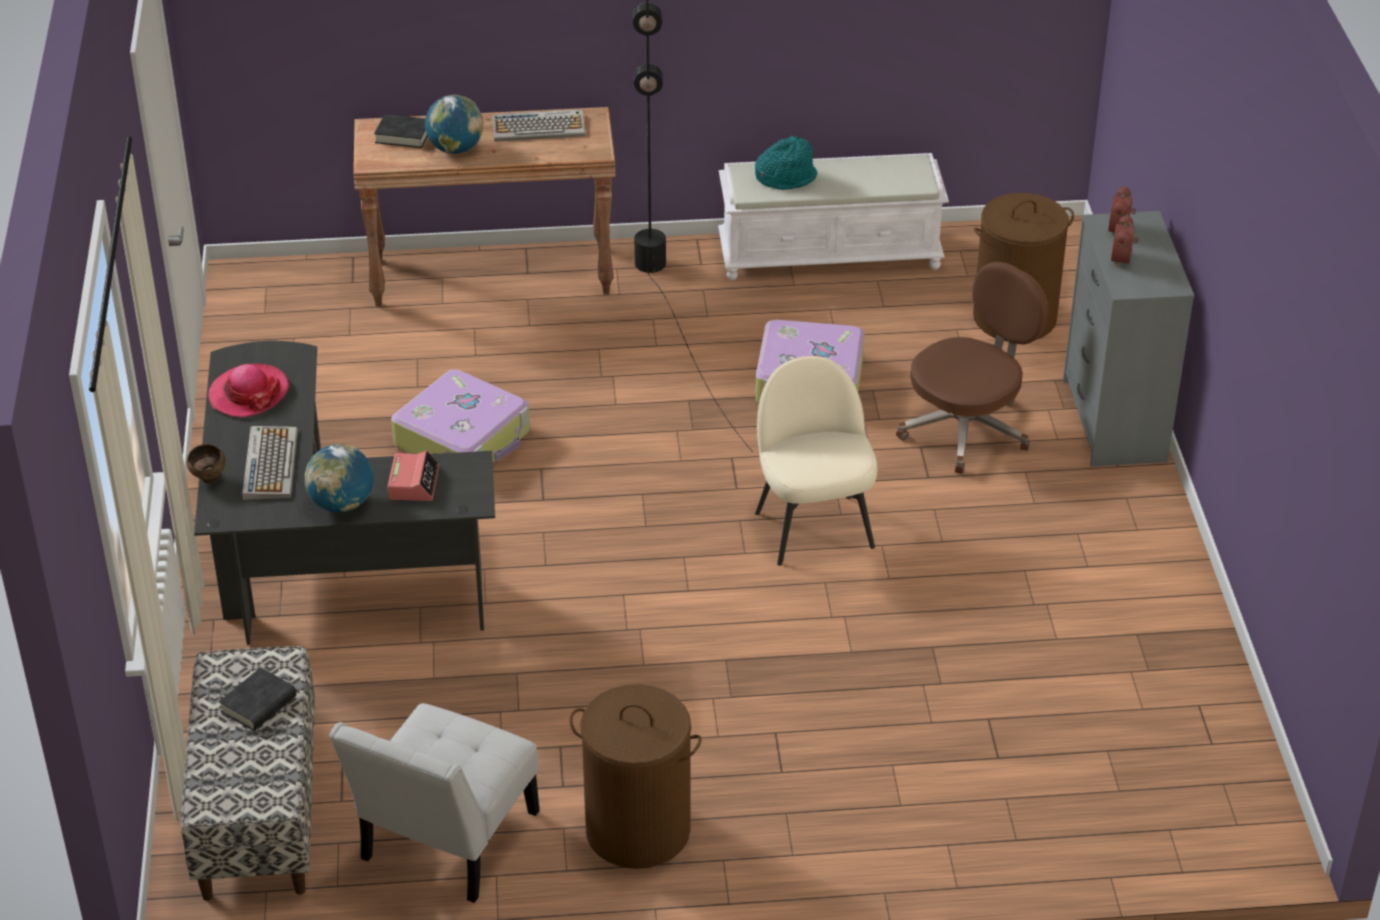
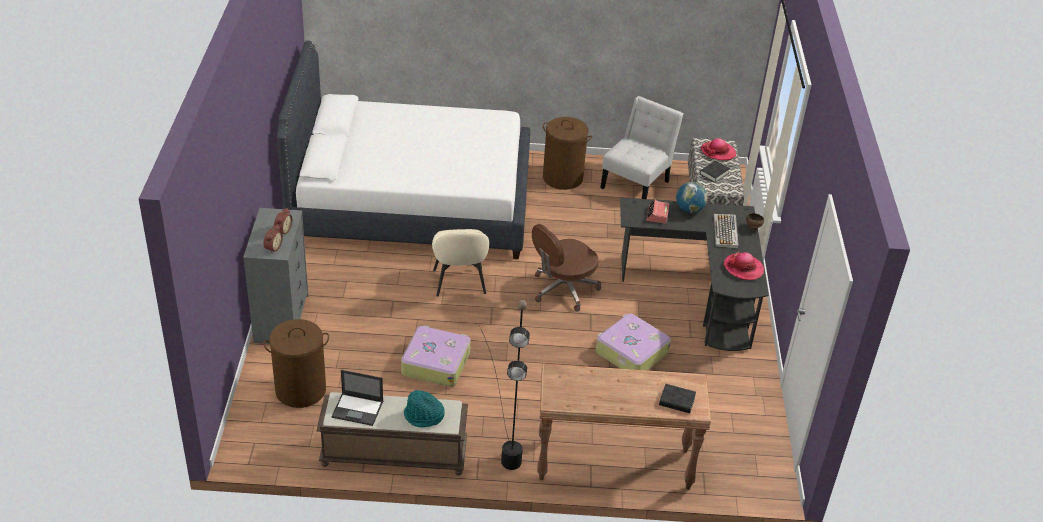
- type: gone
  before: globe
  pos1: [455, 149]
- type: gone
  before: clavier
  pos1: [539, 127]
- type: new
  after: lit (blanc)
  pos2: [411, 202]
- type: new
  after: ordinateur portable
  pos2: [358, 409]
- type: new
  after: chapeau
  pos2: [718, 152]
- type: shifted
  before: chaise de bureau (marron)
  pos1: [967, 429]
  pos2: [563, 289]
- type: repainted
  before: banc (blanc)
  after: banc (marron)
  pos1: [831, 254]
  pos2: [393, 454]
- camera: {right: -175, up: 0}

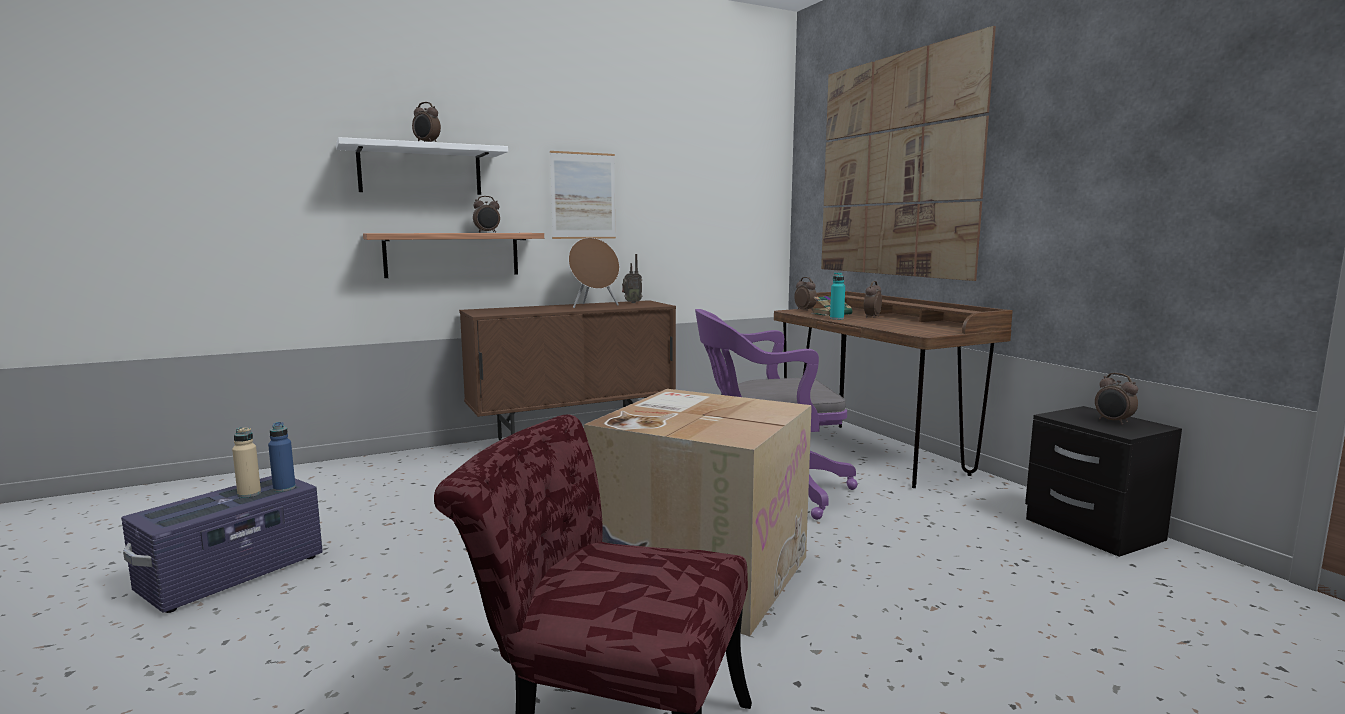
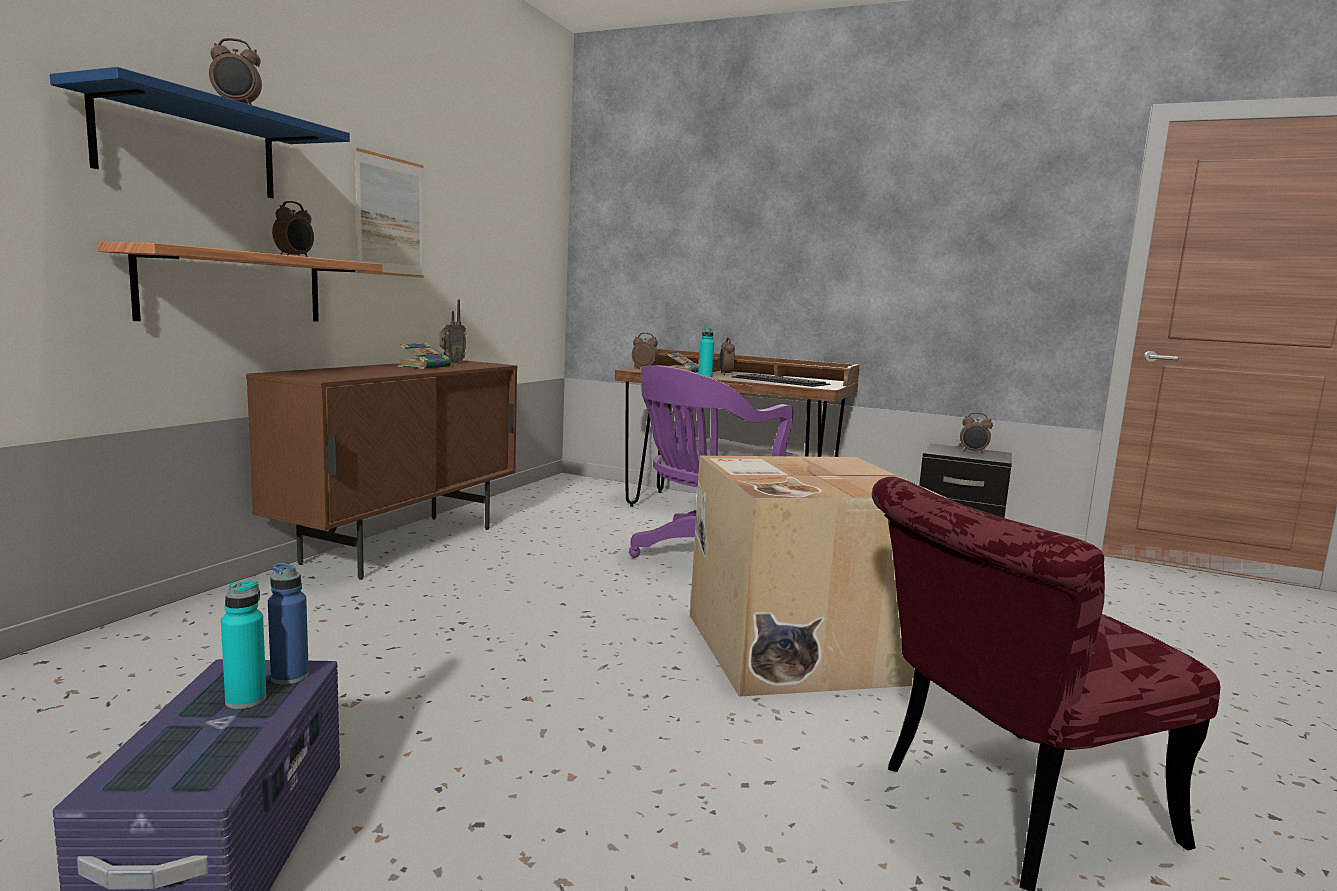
- type: gone
  before: tableau
  pos1: [896, 167]
- type: new
  after: clavier
  pos2: [781, 381]
- type: swapped
  before: enceinte (marron)
  after: livre
  pos1: [594, 306]
  pos2: [425, 366]
- type: repainted
  before: bouteille (beige)
  after: bouteille (turquoise)
  pos1: [249, 494]
  pos2: [246, 700]
- type: repainted
  before: étagère (blanc)
  after: étagère (bleu)
  pos1: [420, 170]
  pos2: [188, 147]
- camera: {right: -40, up: 0}

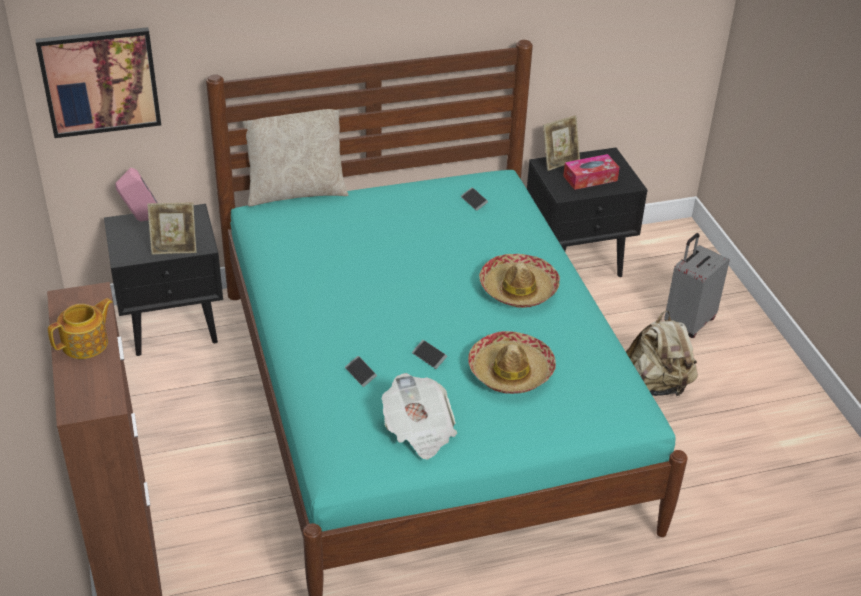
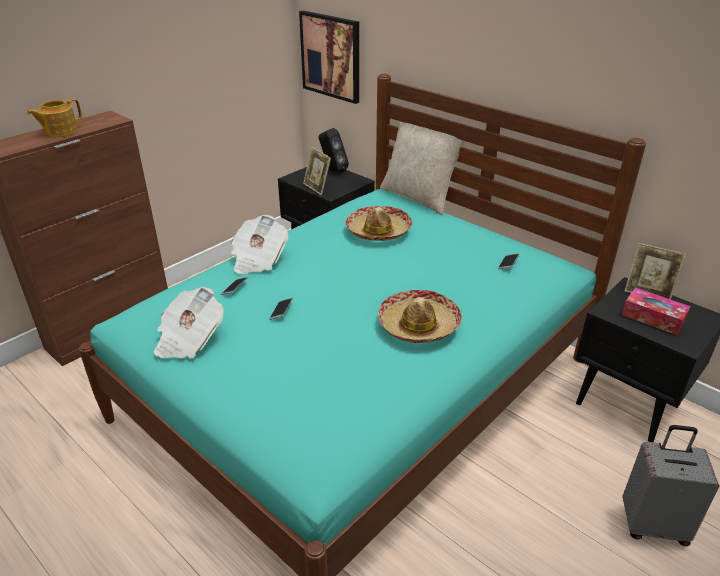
- type: gone
  before: sac à dos (beige)
  pos1: [655, 385]
- type: new
  after: journal
  pos2: [258, 259]
- type: shifted
  before: chapeau
  pos1: [510, 371]
  pos2: [378, 231]
- type: repainted
  before: enceinte (rose)
  after: enceinte (noir)
  pos1: [142, 220]
  pos2: [332, 170]
- type: rotated
  before: théière
  pos1: [86, 344]
  pos2: [60, 132]
  turn: 120
- camera: {right: 60, up: -5}

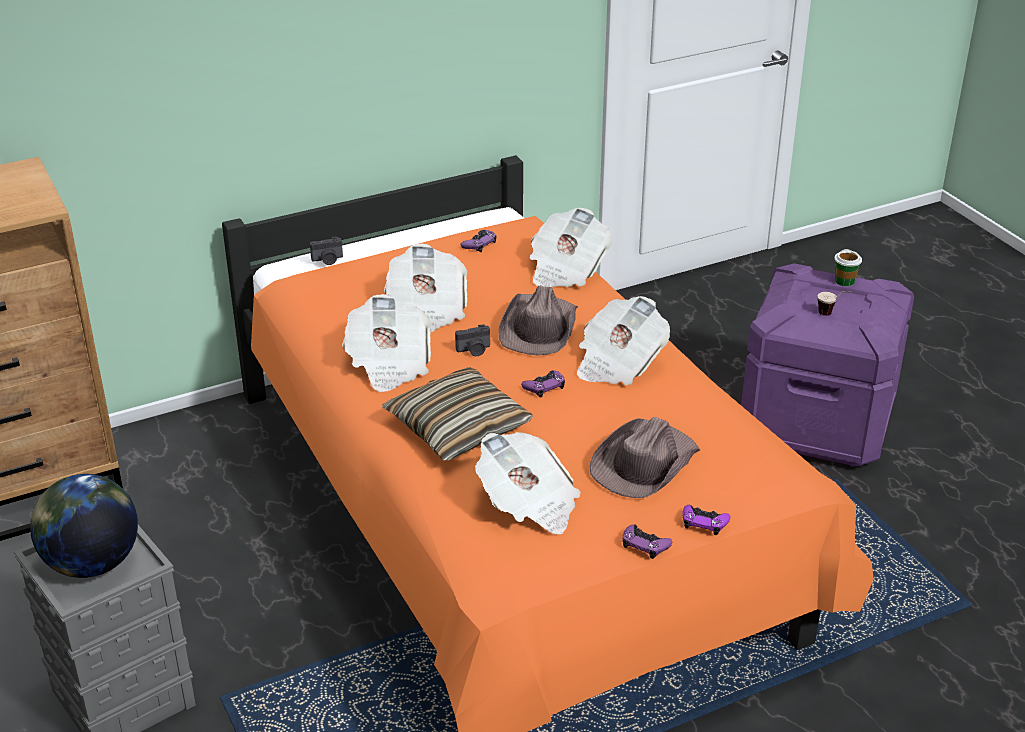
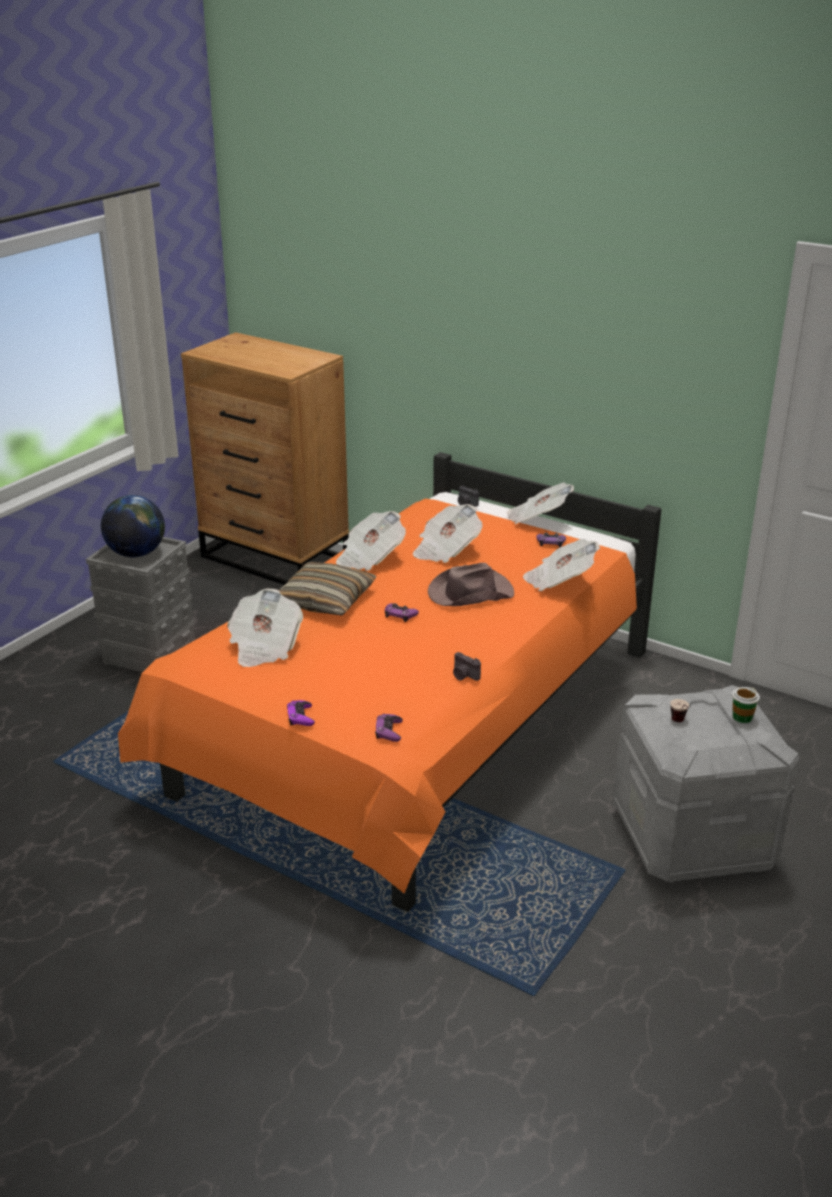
- type: gone
  before: chapeau (marron)
  pos1: [644, 464]
- type: shifted
  before: appareil photo
  pos1: [474, 350]
  pos2: [464, 676]
- type: shifted
  before: journal
  pos1: [618, 363]
  pos2: [537, 519]
- type: shifted
  before: manette (violet)
  pos1: [645, 544]
  pos2: [389, 731]
- type: repainted
  before: boîte de rangement (violet)
  after: boîte de rangement (gris)
  pos1: [817, 422]
  pos2: [693, 838]
- camera: {right: 60, up: -5}

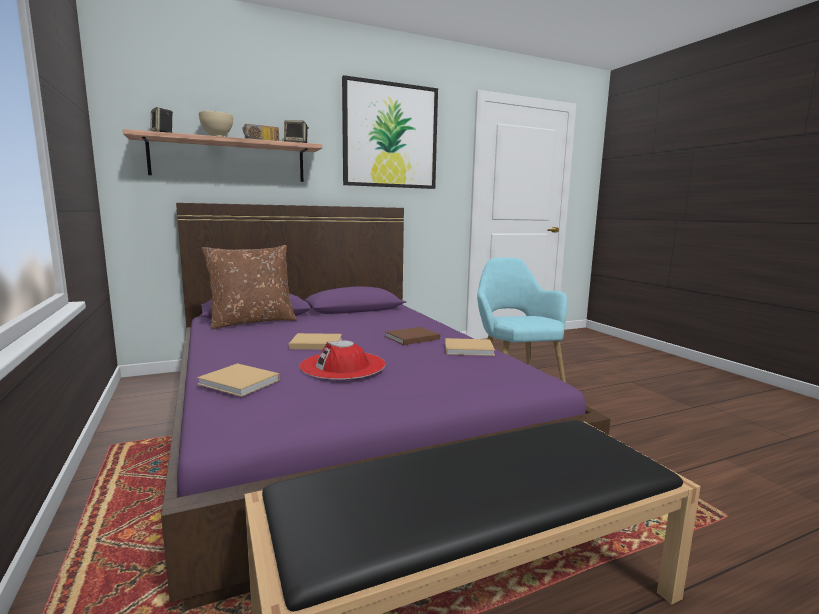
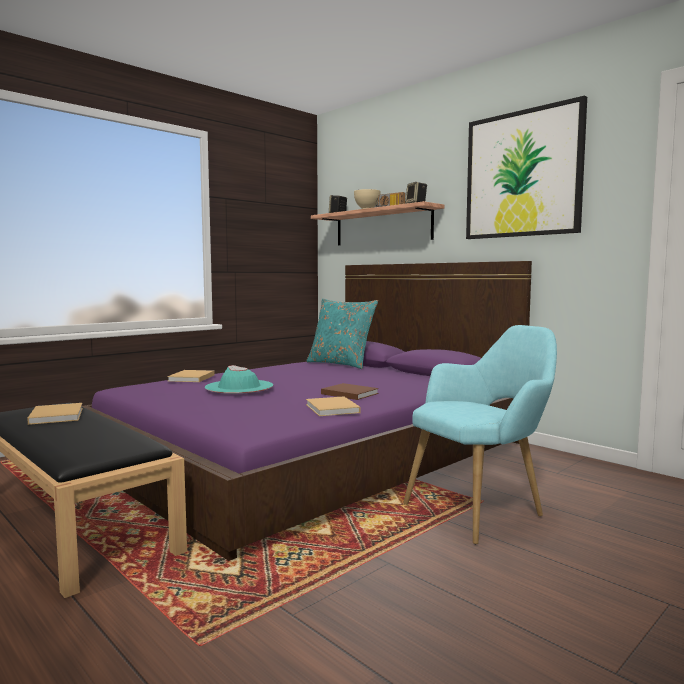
- type: shifted
  before: livre (beige)
  pos1: [314, 343]
  pos2: [57, 415]
- type: repainted
  before: coussin (marron)
  after: coussin (turquoise)
  pos1: [252, 322]
  pos2: [341, 364]
- type: repainted
  before: chapeau (rouge)
  after: chapeau (turquoise)
  pos1: [343, 365]
  pos2: [239, 387]
- camera: {right: 70, up: -5}

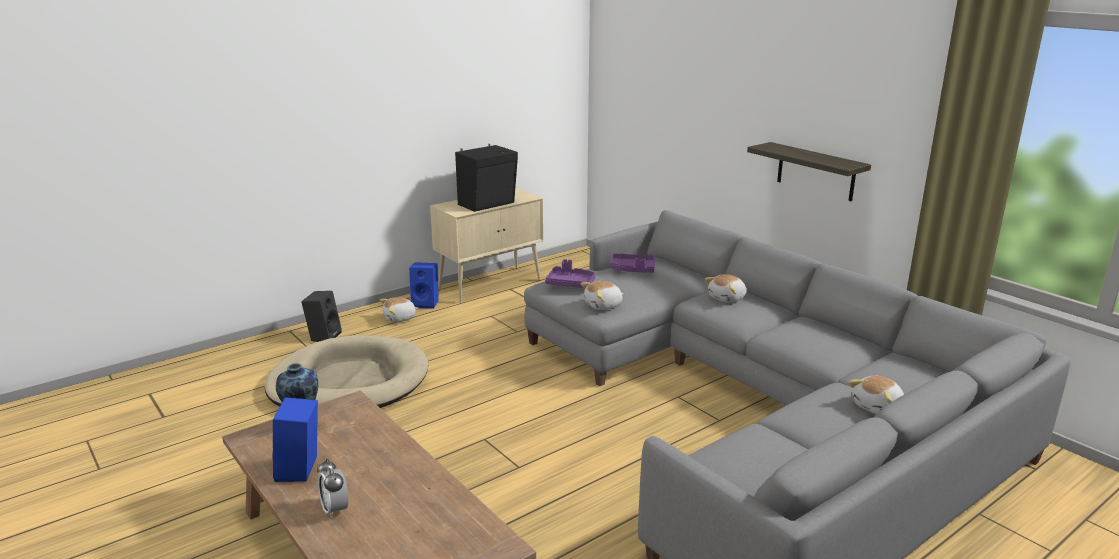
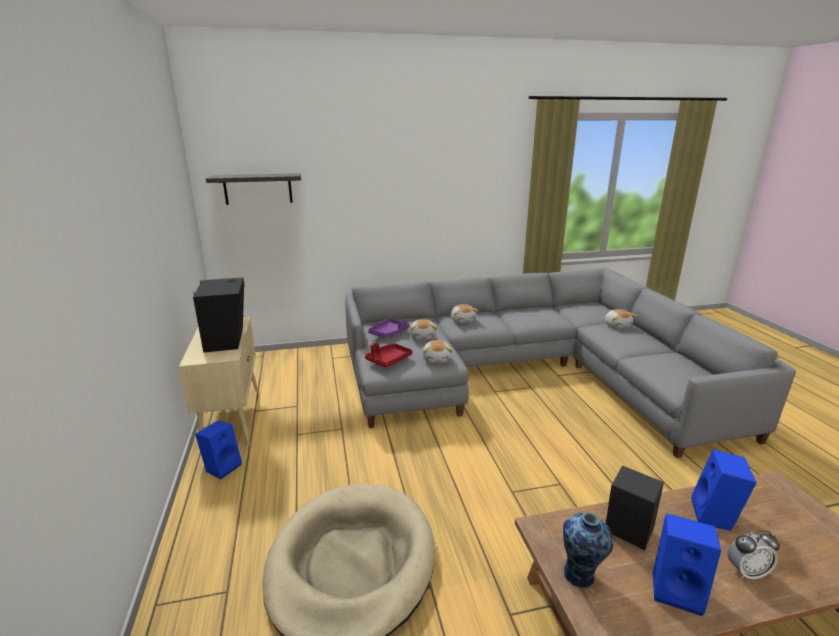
- type: new
  after: enceinte (bleu)
  pos2: [715, 516]
- type: shifted
  before: enceinte (noir)
  pos1: [324, 336]
  pos2: [625, 534]
- type: shifted
  before: peluche
  pos1: [400, 318]
  pos2: [423, 336]
- type: shifted
  before: étagère
  pos1: [815, 171]
  pos2: [258, 189]
- type: repainted
  before: plateau (violet)
  after: plateau (rouge)
  pos1: [570, 283]
  pos2: [388, 360]
- camera: {right: -65, up: 0}

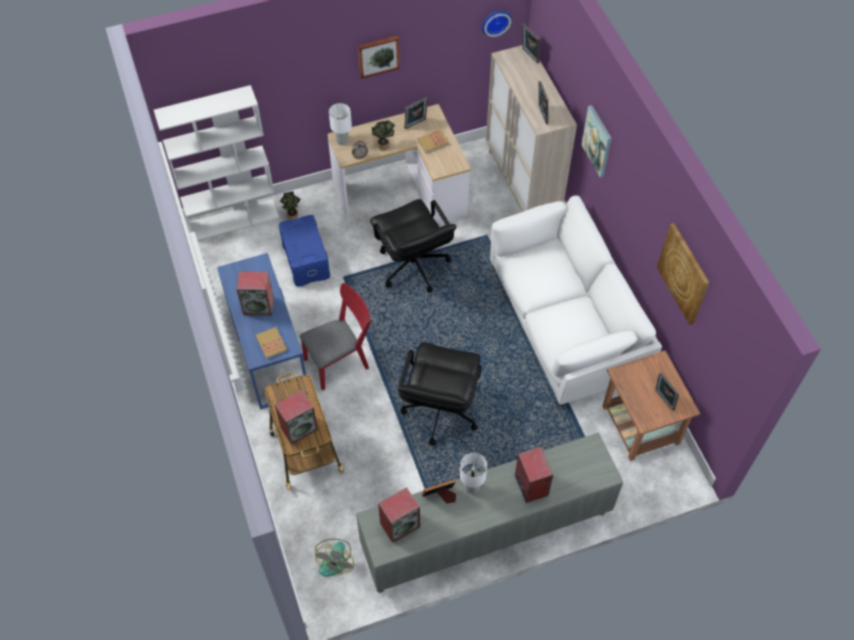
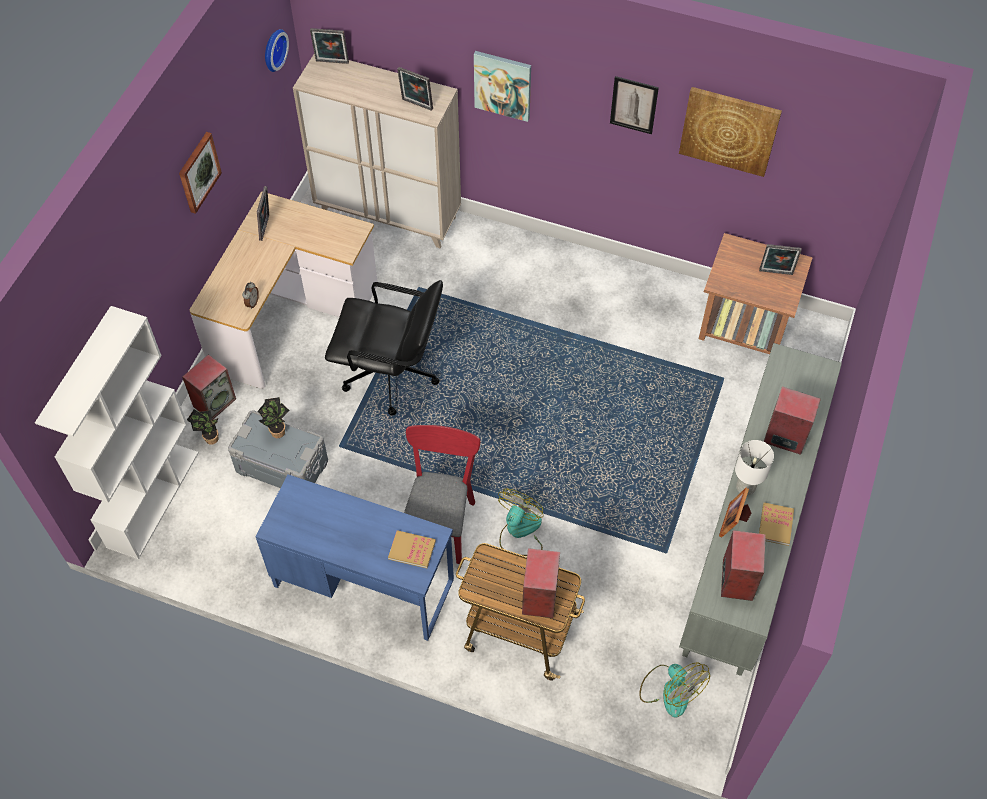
- type: gone
  before: lampe de table (blanc)
  pos1: [342, 141]
- type: gone
  before: chaise de bureau (noir)
  pos1: [440, 411]
- type: gone
  before: canapé (blanc)
  pos1: [565, 321]
- type: new
  after: ventilateur
  pos2: [519, 532]
- type: new
  after: tableau
  pos2: [634, 105]
- type: shifted
  before: enceinte
  pos1: [259, 305]
  pos2: [214, 402]
- type: shifted
  before: plante en pot
  pos1: [384, 145]
  pos2: [277, 430]
- type: shifted
  before: livre
  pos1: [432, 142]
  pos2: [775, 525]
- type: repainted
  before: boîte de rangement (bleu)
  after: boîte de rangement (gris)
  pos1: [305, 260]
  pos2: [281, 466]
- camera: {right: -50, up: 0}

